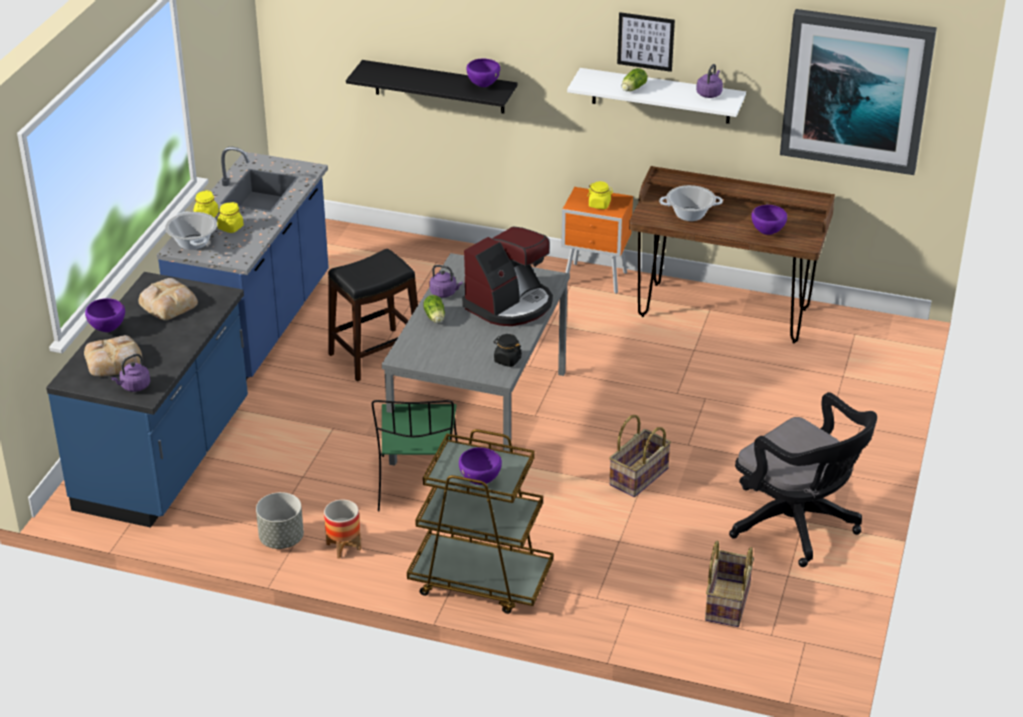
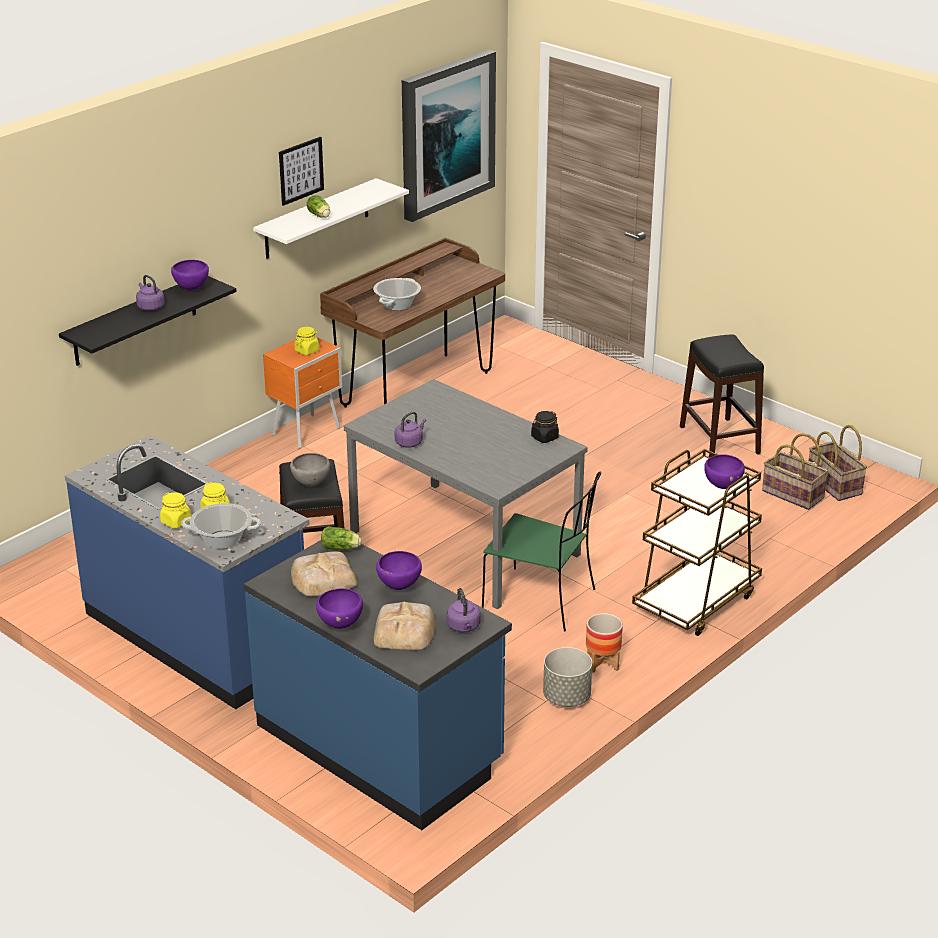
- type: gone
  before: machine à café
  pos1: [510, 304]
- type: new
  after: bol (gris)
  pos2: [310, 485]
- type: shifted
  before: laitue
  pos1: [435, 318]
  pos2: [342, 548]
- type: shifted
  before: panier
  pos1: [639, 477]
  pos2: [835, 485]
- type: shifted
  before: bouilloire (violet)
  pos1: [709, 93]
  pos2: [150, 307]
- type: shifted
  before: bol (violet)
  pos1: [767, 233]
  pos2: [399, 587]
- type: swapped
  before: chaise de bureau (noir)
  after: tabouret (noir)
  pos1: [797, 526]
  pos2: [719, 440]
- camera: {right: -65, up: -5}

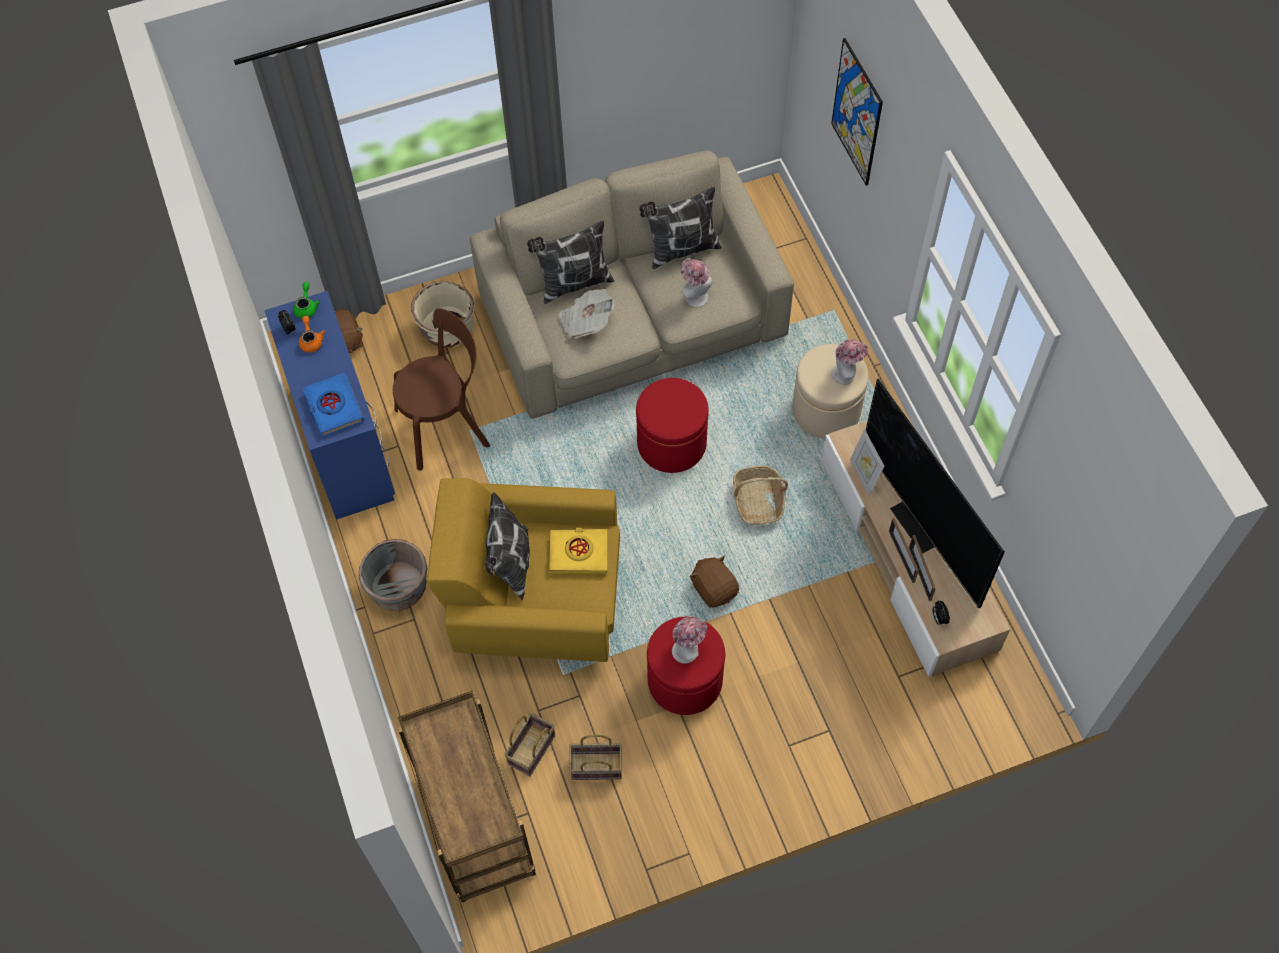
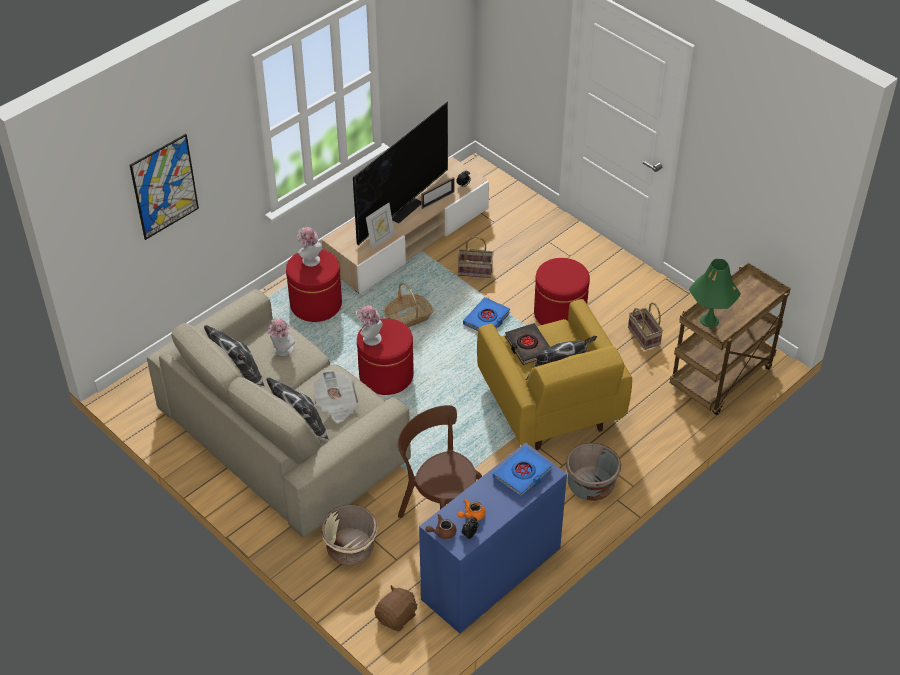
- type: gone
  before: cadre photo
  pos1: [901, 556]
- type: new
  after: lampe de table (vert)
  pos2: [709, 320]
- type: shifted
  before: panier
  pos1: [531, 751]
  pos2: [476, 270]
- type: shifted
  before: chapeau
  pos1: [688, 649]
  pos2: [370, 337]
- type: swapped
  before: peluche (marron)
  after: livre (bleu)
  pos1: [714, 588]
  pos2: [487, 319]
- type: repainted
  before: théière (vert)
  after: théière (marron)
  pos1: [307, 307]
  pos2: [442, 532]
- type: repainted
  before: livre (jaune)
  after: livre (noir)
  pos1: [579, 553]
  pos2: [528, 346]
- type: repainted
  before: pouf (beige)
  after: pouf (rouge)
  pos1: [826, 410]
  pos2: [316, 304]
- camera: {right: -115, up: -15}

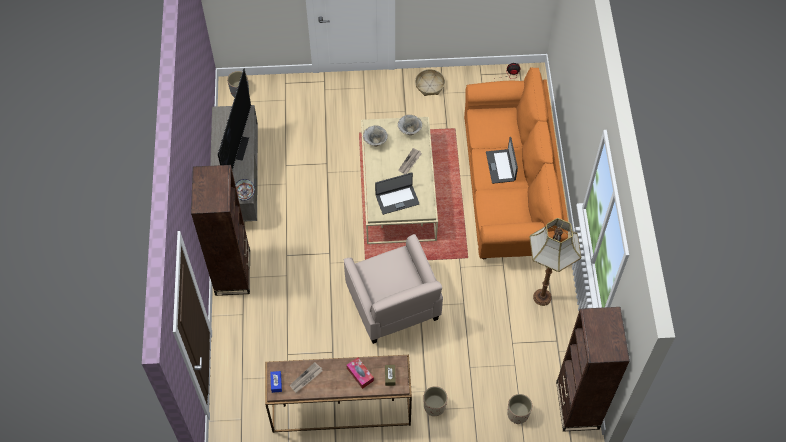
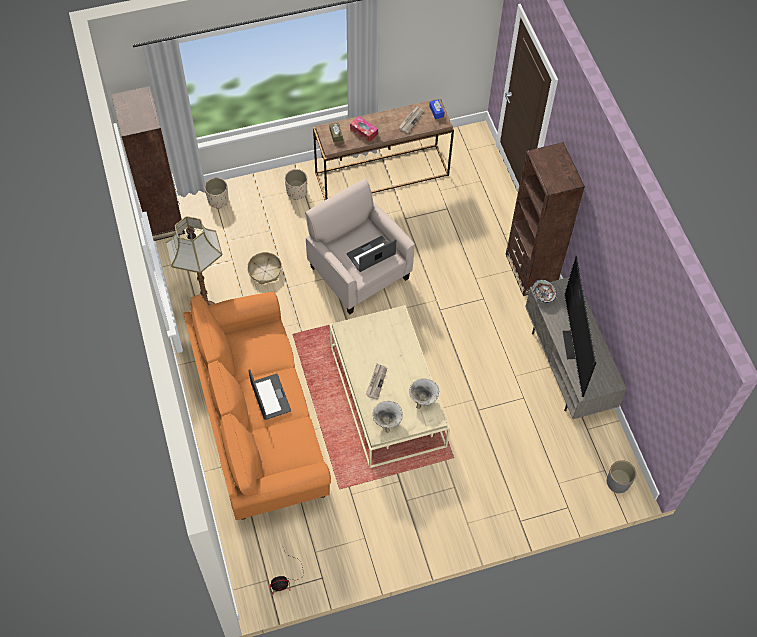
- type: shifted
  before: ordinateur portable
  pos1: [397, 199]
  pos2: [371, 255]
- type: shifted
  before: panier
  pos1: [429, 86]
  pos2: [265, 271]
- camera: {right: 165, up: 0}

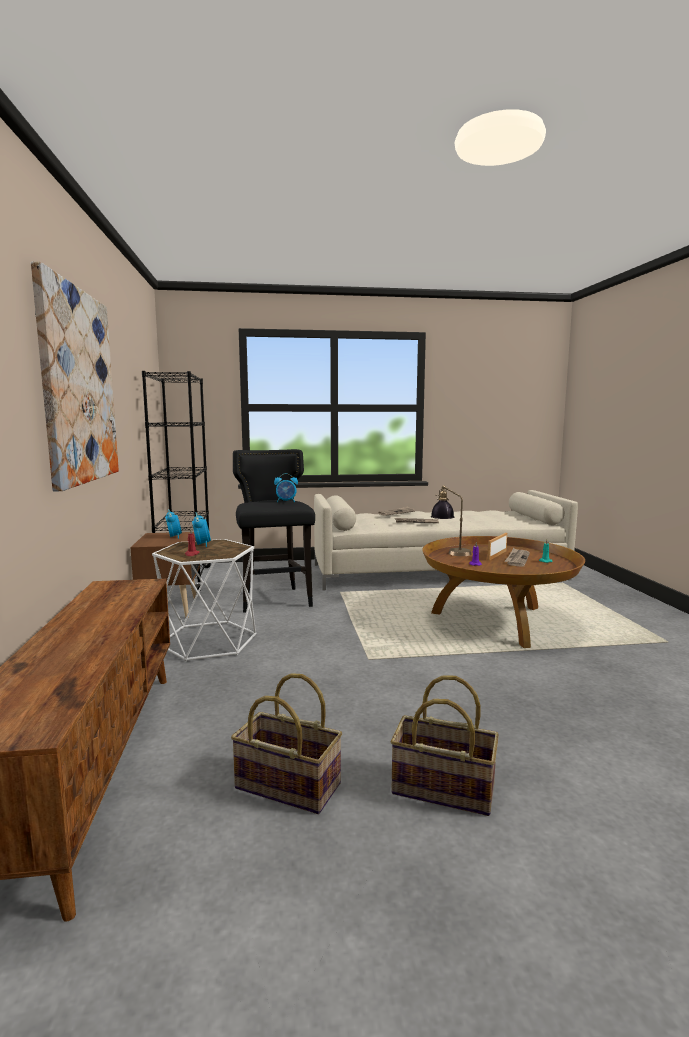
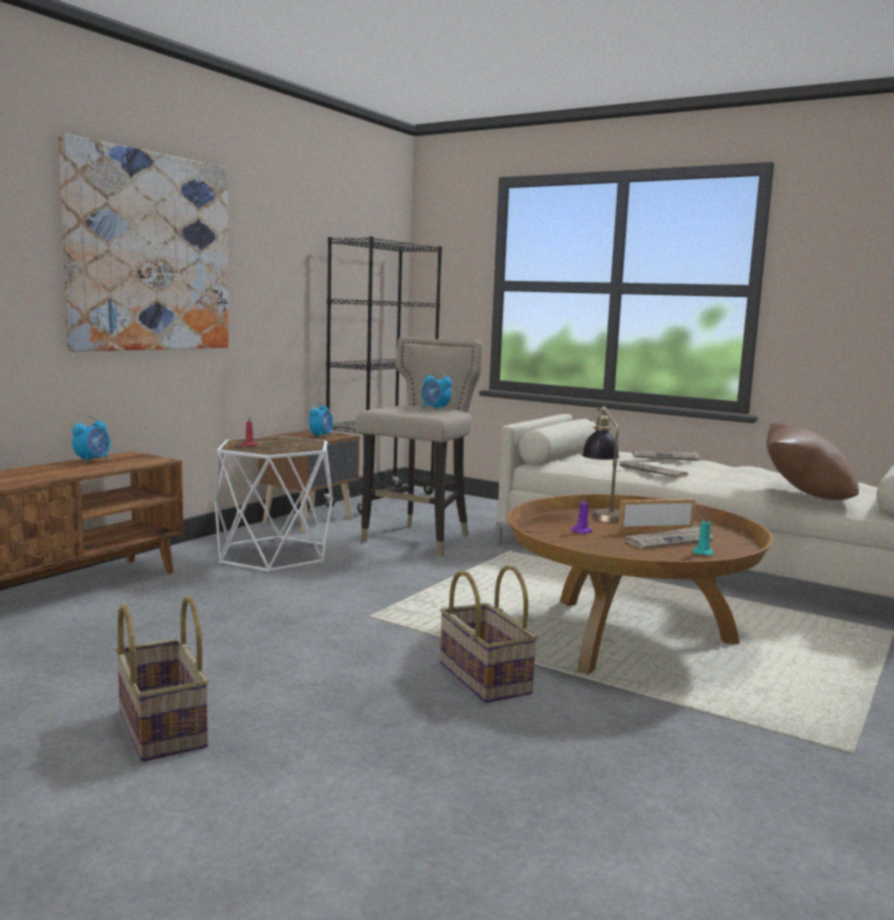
- type: new
  after: coussin (marron)
  pos2: [805, 495]
- type: shifted
  before: réveil
  pos1: [202, 544]
  pos2: [93, 460]
- type: shifted
  before: panier
  pos1: [286, 787]
  pos2: [482, 678]
- type: repainted
  before: tabouret (noir)
  after: tabouret (beige)
  pos1: [275, 600]
  pos2: [419, 540]
- camera: {right: 40, up: 0}

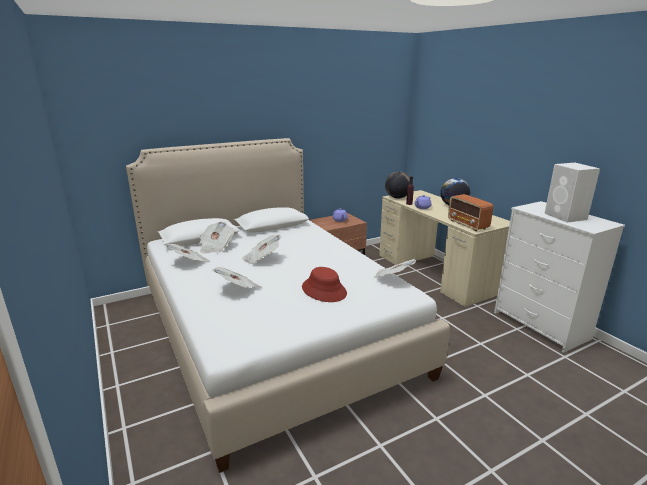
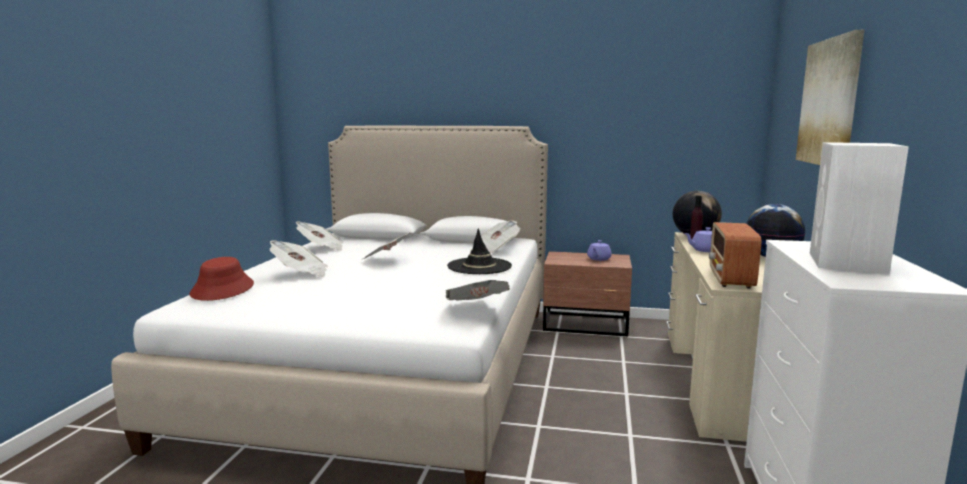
- type: new
  after: chapeau (noir)
  pos2: [479, 266]
- type: new
  after: tableau
  pos2: [830, 102]
- type: shifted
  before: journal
  pos1: [215, 247]
  pos2: [494, 250]
- type: shifted
  before: chapeau (rouge)
  pos1: [324, 290]
  pos2: [223, 289]
- camera: {right: 40, up: -10}

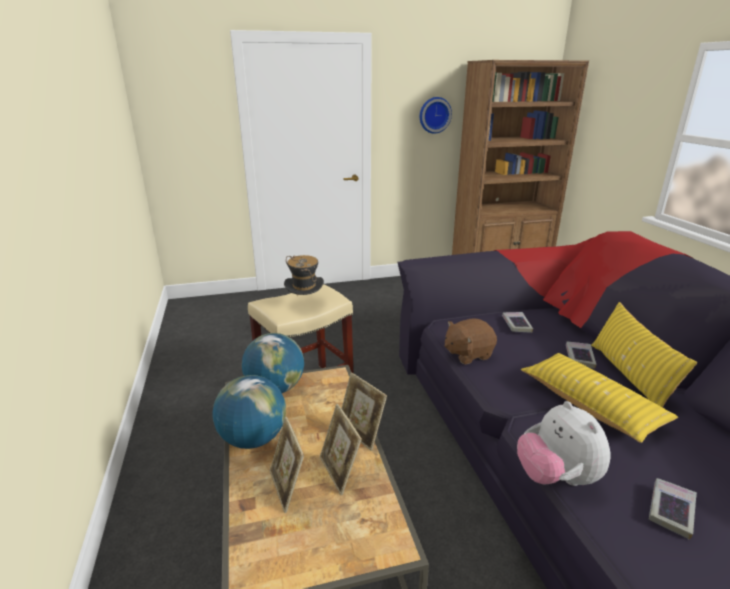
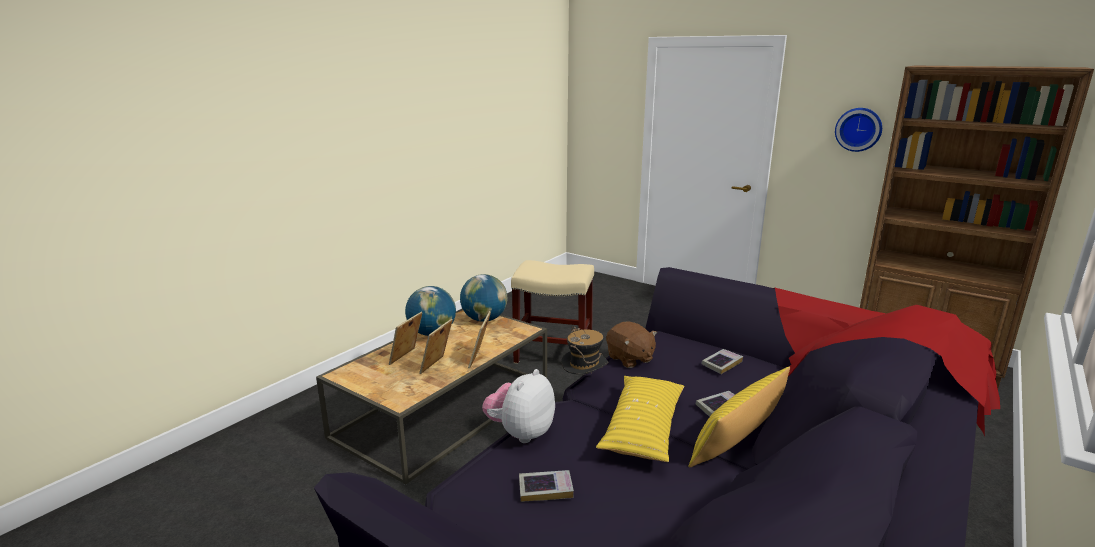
- type: shifted
  before: chapeau
  pos1: [305, 304]
  pos2: [584, 384]
- type: rotated
  before: peluche (marron)
  pos1: [467, 354]
  pos2: [630, 359]
  turn: -150
- camera: {right: 50, up: -5}

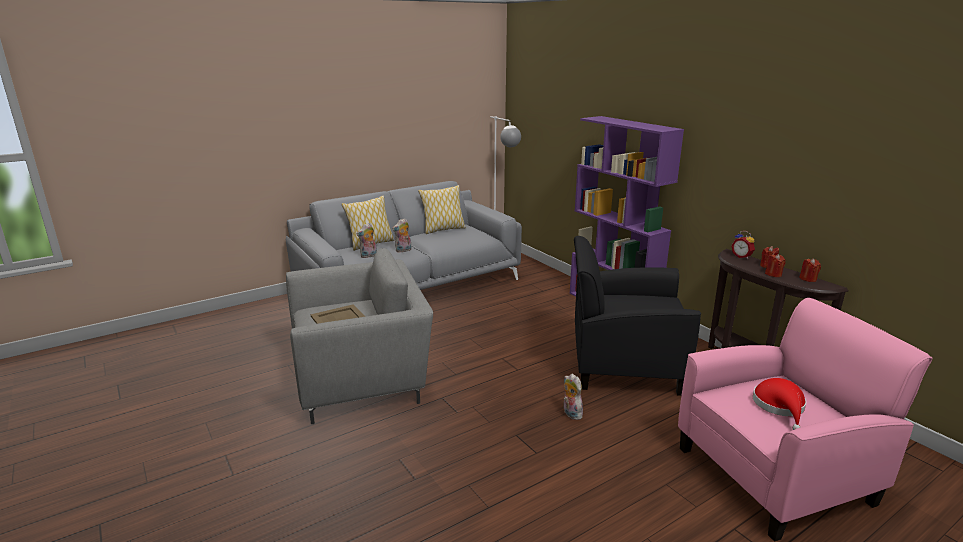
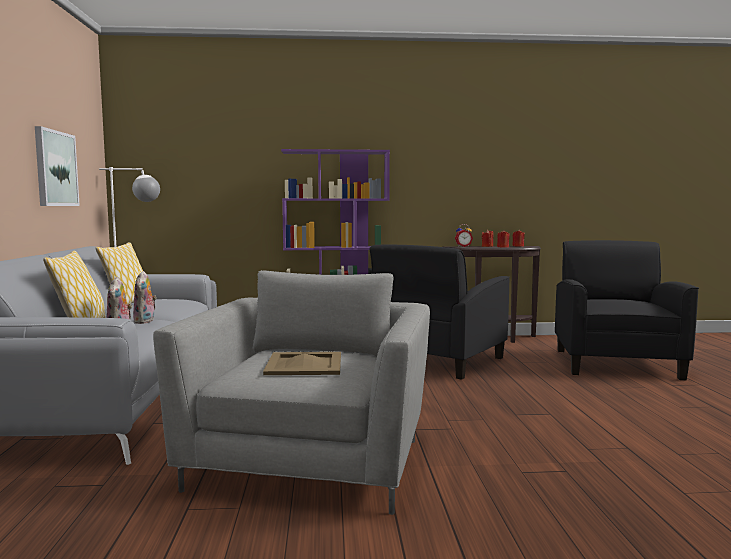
- type: gone
  before: peluche
  pos1: [570, 413]
- type: gone
  before: chapeau (rouge)
  pos1: [780, 406]
- type: new
  after: tableau
  pos2: [55, 168]
- type: repainted
  before: fauteuil (rose)
  after: fauteuil (noir)
  pos1: [775, 475]
  pos2: [615, 363]
- camera: {right: -60, up: -15}

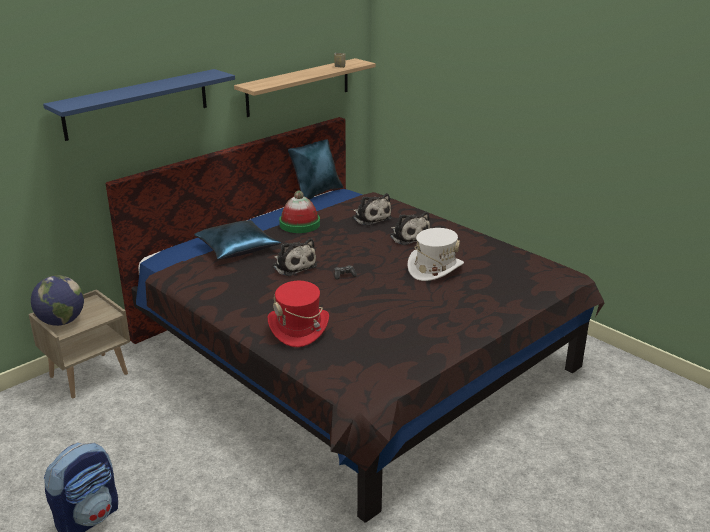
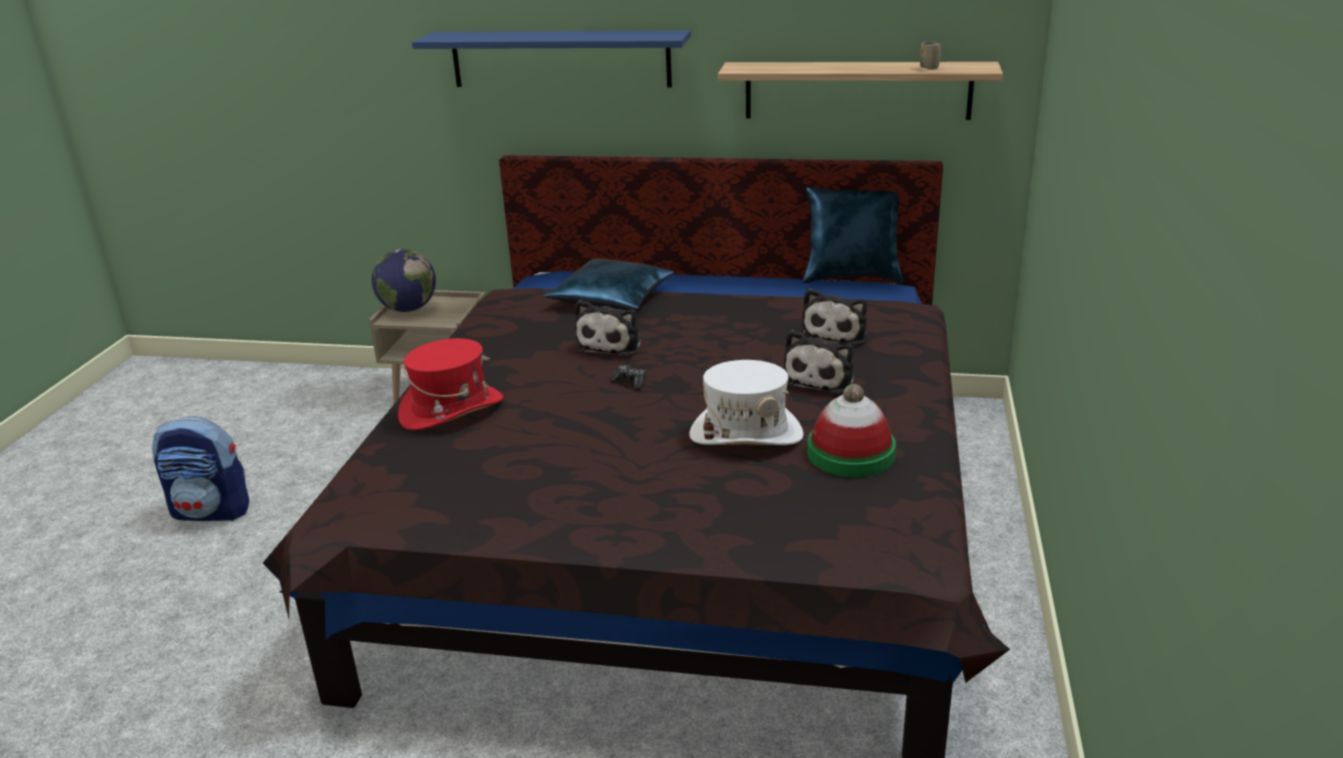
- type: shifted
  before: chapeau
  pos1: [299, 224]
  pos2: [850, 453]
- camera: {right: 55, up: 0}

